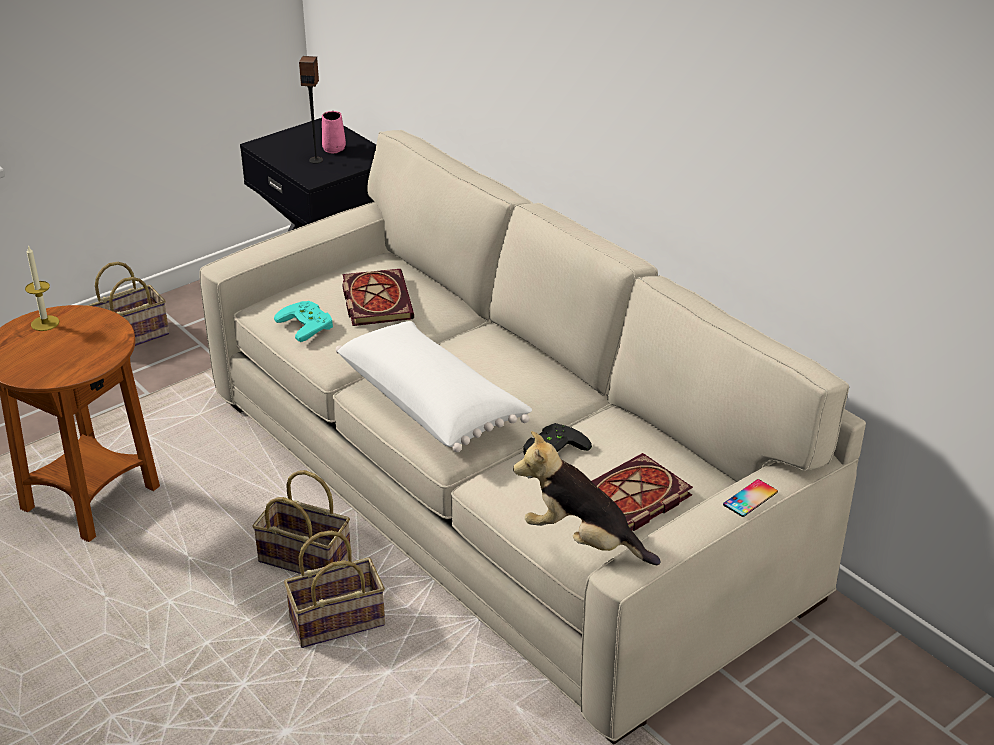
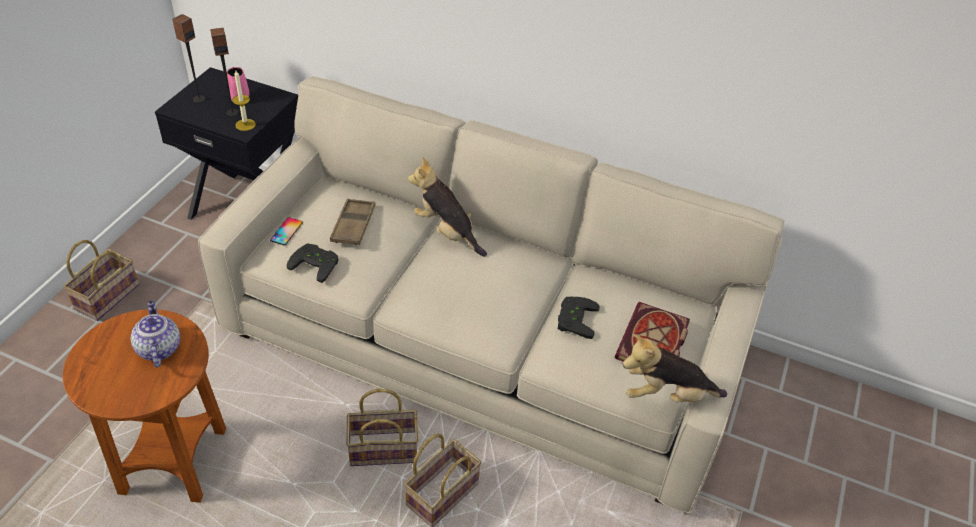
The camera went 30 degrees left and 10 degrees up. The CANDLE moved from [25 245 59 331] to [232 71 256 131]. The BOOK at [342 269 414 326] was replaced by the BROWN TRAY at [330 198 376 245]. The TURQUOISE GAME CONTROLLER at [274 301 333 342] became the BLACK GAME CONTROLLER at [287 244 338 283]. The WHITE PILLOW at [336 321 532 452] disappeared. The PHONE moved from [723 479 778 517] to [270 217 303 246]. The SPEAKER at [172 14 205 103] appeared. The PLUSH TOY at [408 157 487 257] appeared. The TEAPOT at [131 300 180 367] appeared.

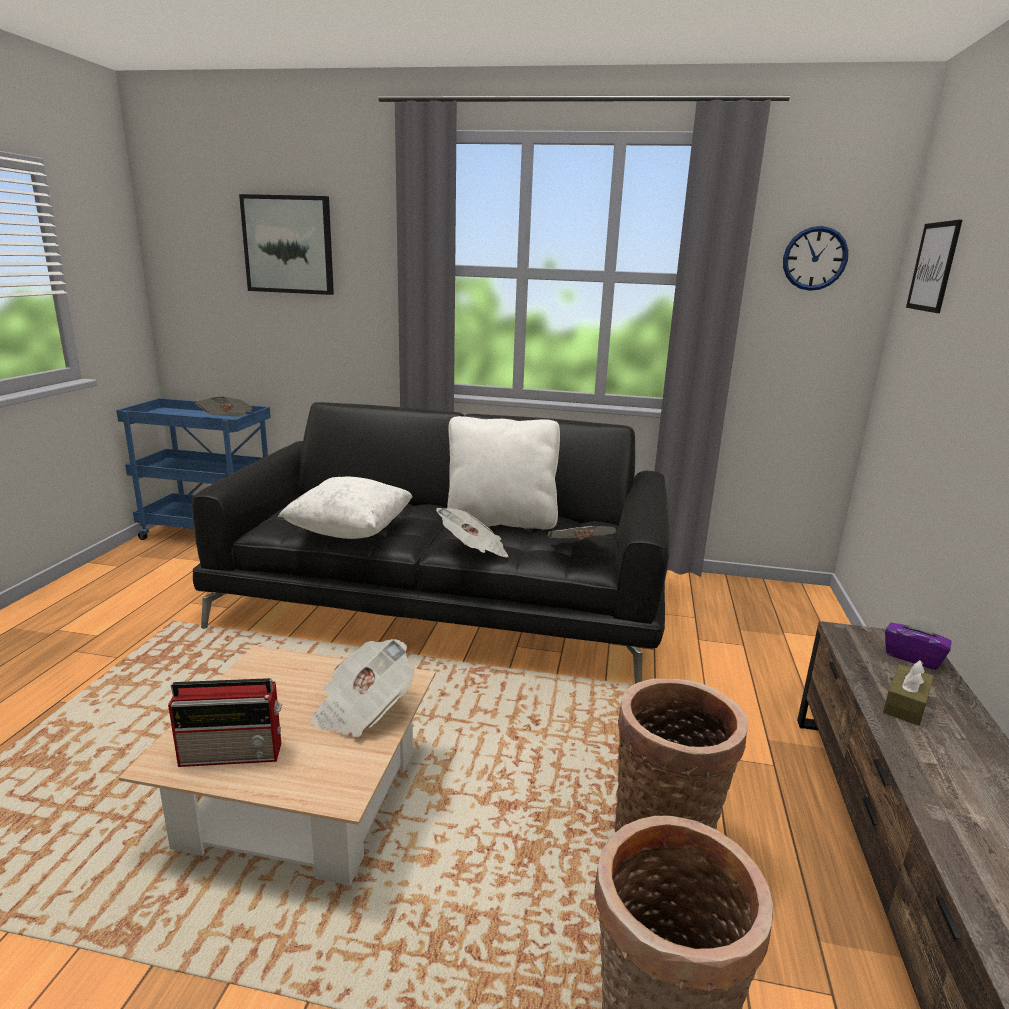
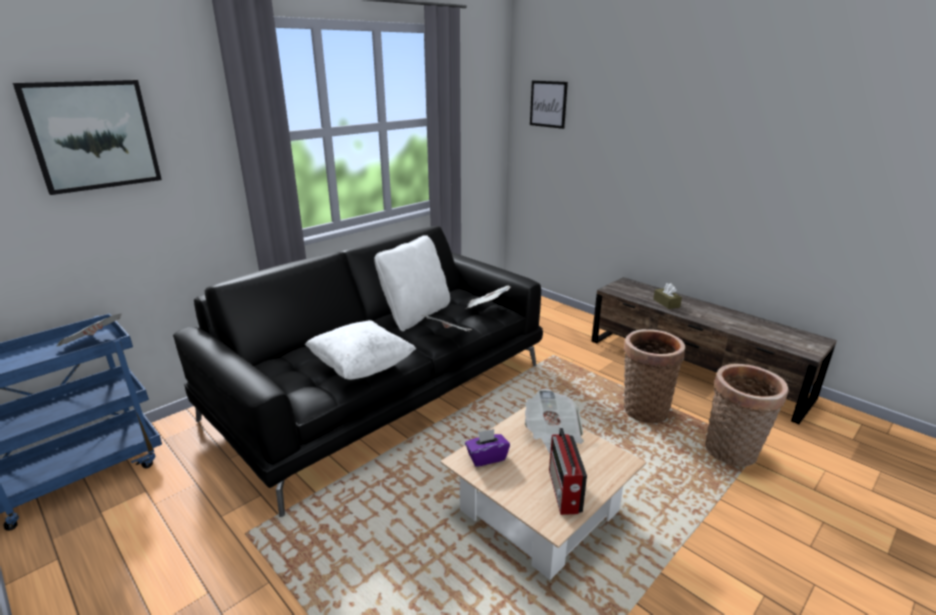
The camera went 55 degrees left and 5 degrees up. The WALL CLOCK at [783 226 848 291] disappeared. The PURPLE TISSUE BOX moved from [885 613 952 670] to [465 429 510 467]. The RADIO at [168 678 282 767] turned 150 degrees clockwise.

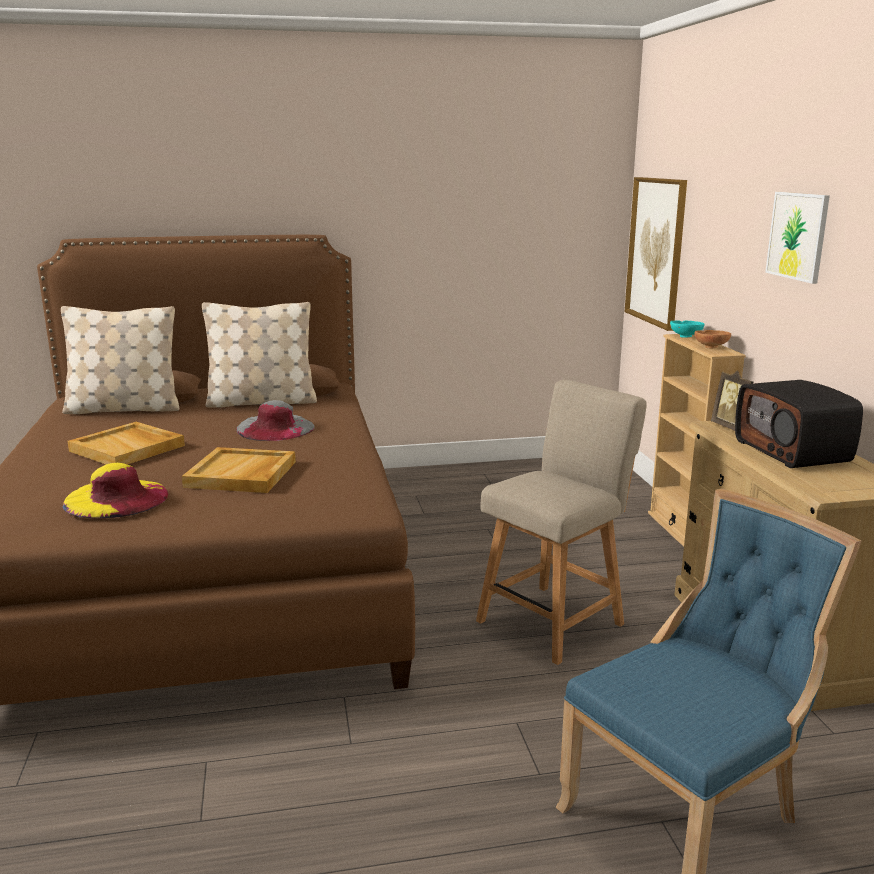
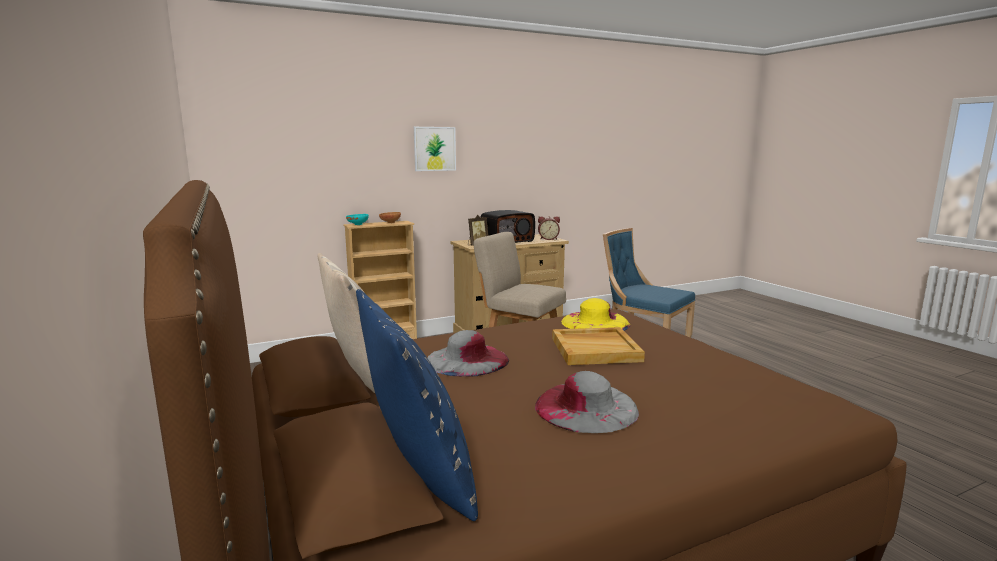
The camera went 105 degrees left and 5 degrees down. The PICTURE at [625 177 687 331] disappeared. The BEIGE PILLOW at [61 306 179 414] became the BLUE PILLOW at [356 289 478 521]. The BEIGE TRAY at [67 422 185 464] was replaced by the GREY HAT at [535 371 639 433]. The YELLOW HAT moved from [63 463 168 518] to [561 298 630 331]. The ALARM CLOCK at [538 216 560 240] appeared.

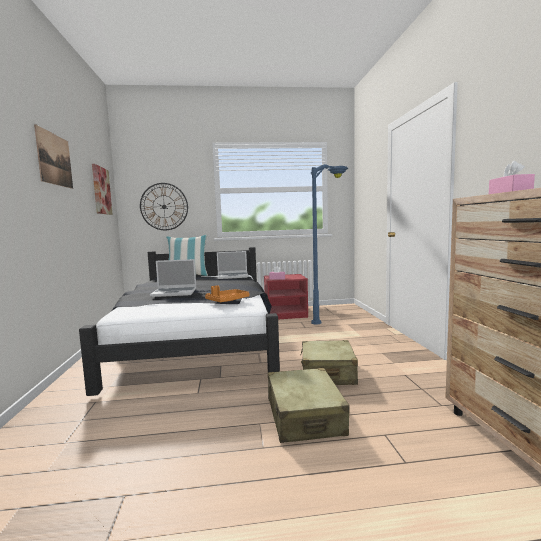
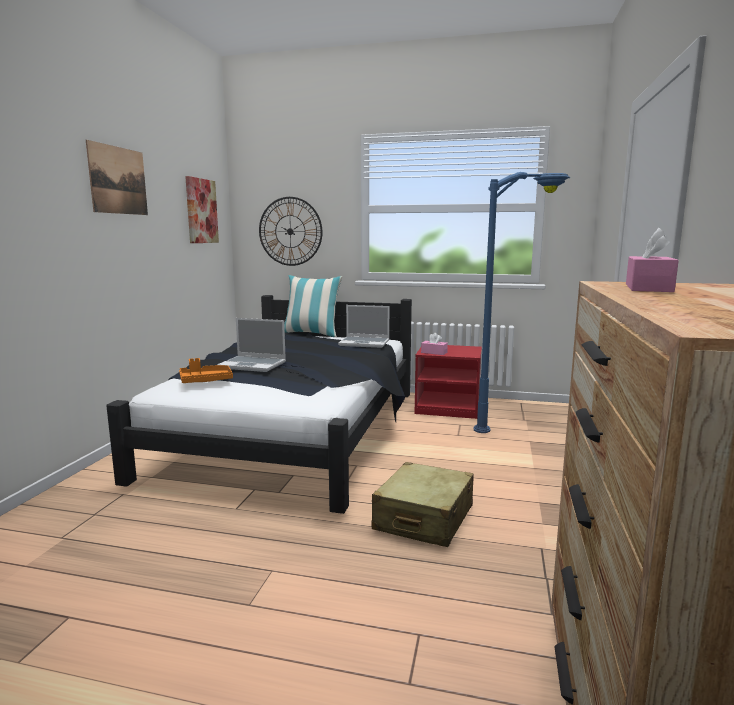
The camera went 20 degrees right and 5 degrees up. The ORANGE TRAY moved from [205 285 249 302] to [179 358 233 383]. The BEIGE SUITCASE at [268 368 350 443] disappeared.

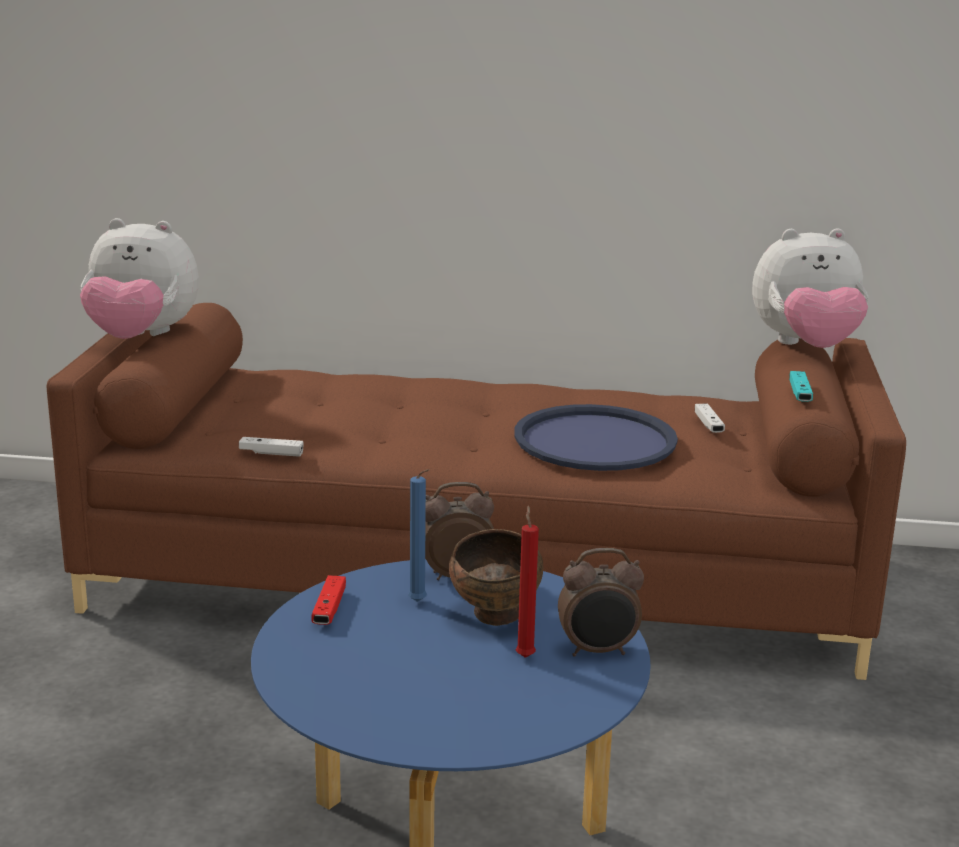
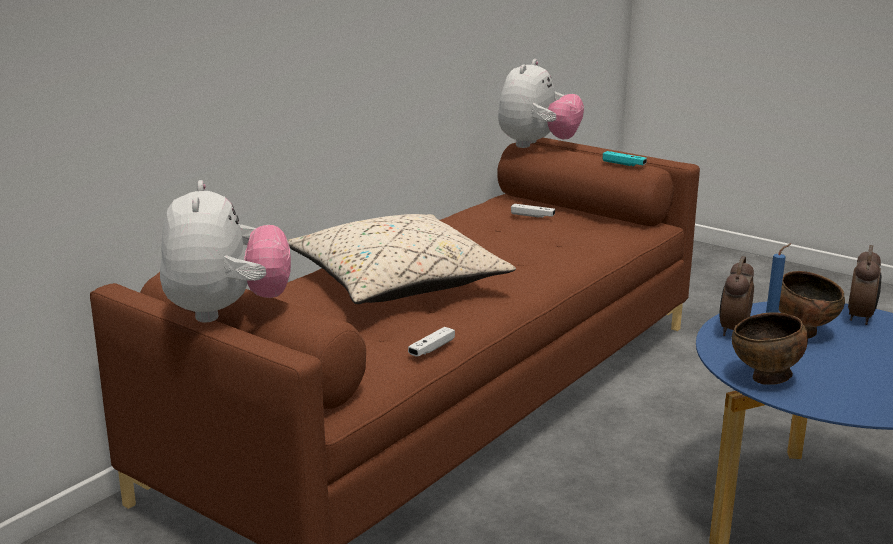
The camera went 60 degrees left and 0 degrees up. The PLUSH TOY at [80 218 199 339] turned 45 degrees counterclockwise. The BLUE TRAY at [514 404 678 471] disappeared. The RED CANDLE at [516 505 539 658] disappeared. The RED GAME CONTROLLER at [311 575 346 625] was replaced by the BROWN BOWL at [732 312 808 385]. The BEIGE PILLOW at [287 214 516 304] appeared.

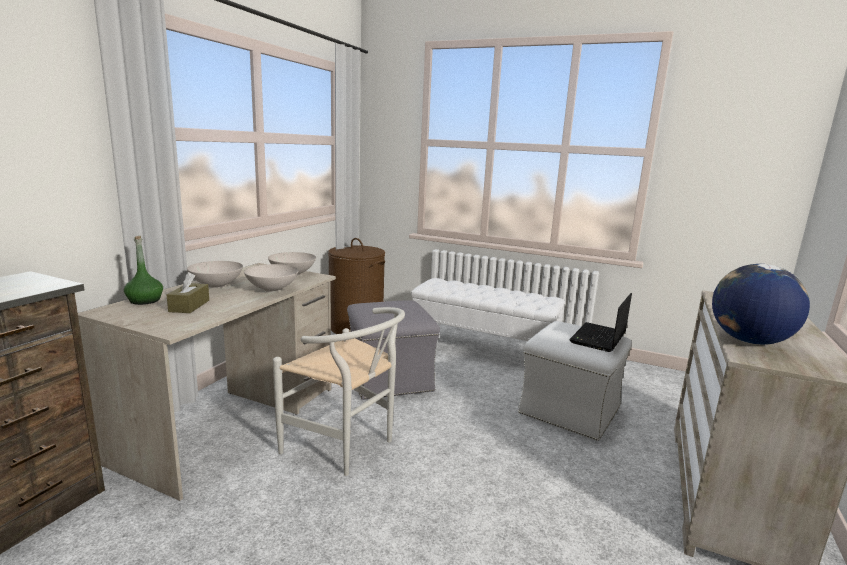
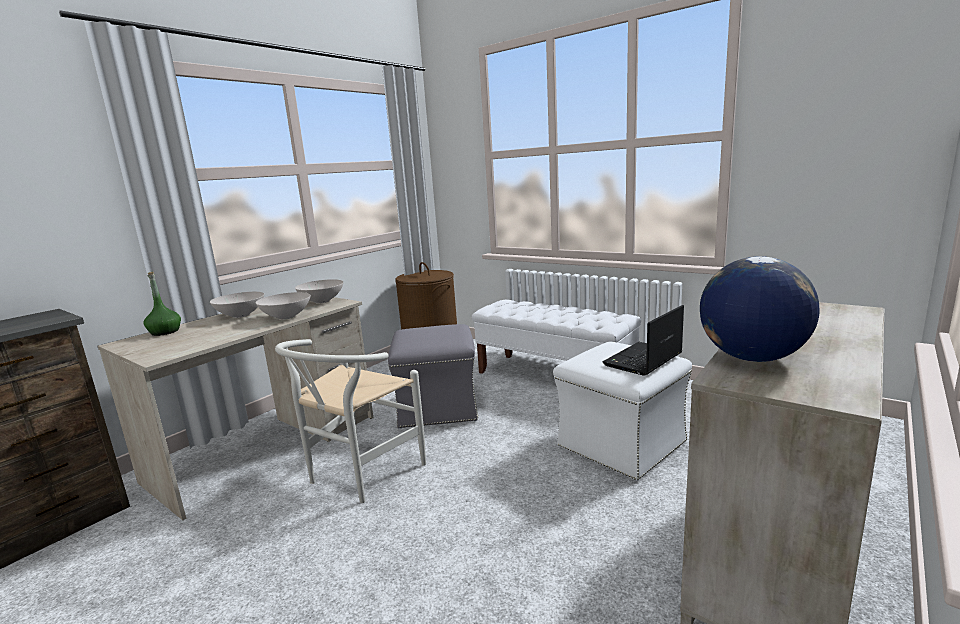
The camera went 15 degrees right and 0 degrees up. The BROWN TISSUE BOX at [167 272 209 313] disappeared. The WHITE CHAIR at [273 307 405 476] turned 75 degrees clockwise.

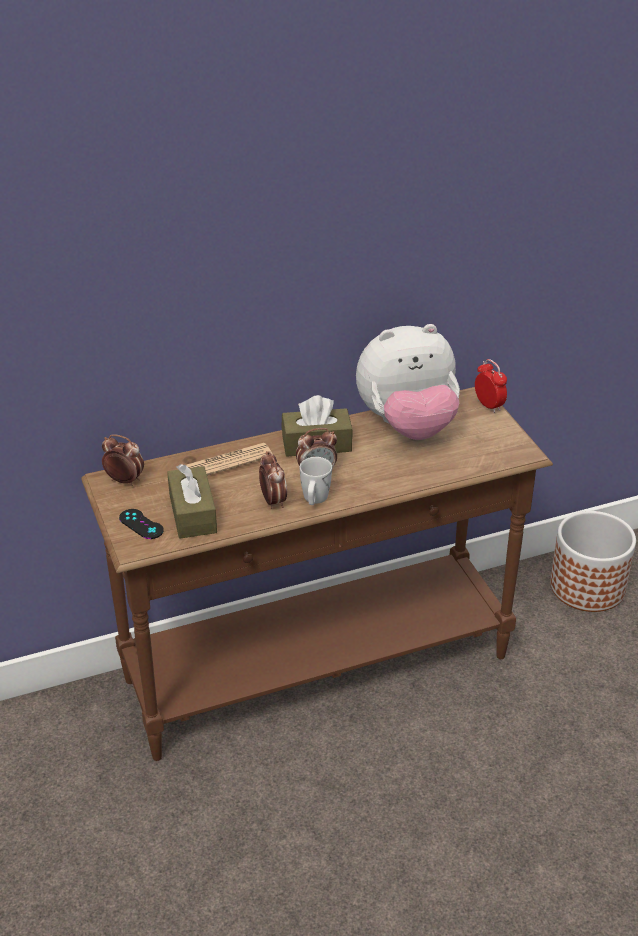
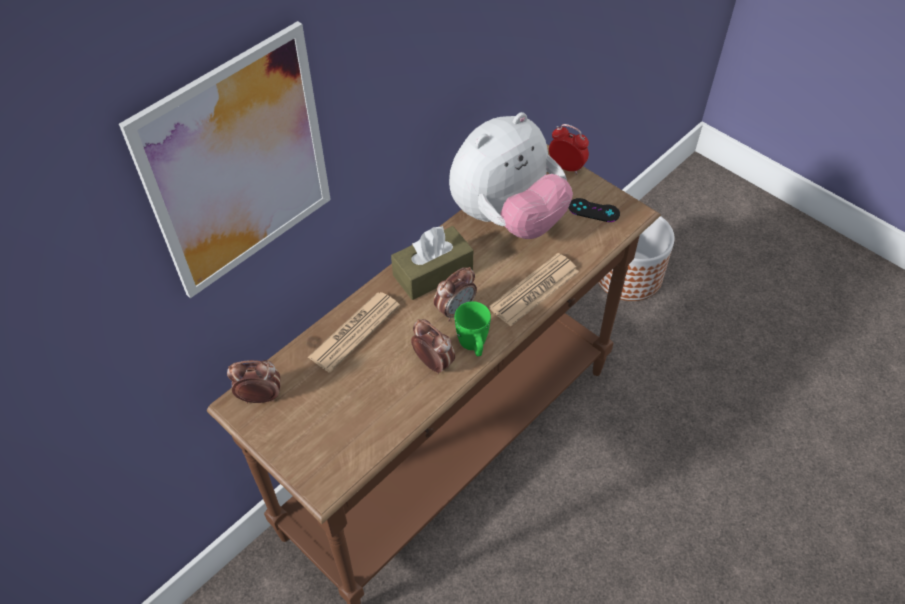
The camera went 25 degrees left and 15 degrees up. The WHITE MUG at [300 457 332 505] became the GREEN MUG at [455 301 491 356]. The BROWN TISSUE BOX at [167 464 217 539] disappeared. The BLACK GAME CONTROLLER moved from [119 509 164 539] to [569 198 620 222]. The PICTURE at [119 21 331 298] appeared. The NEWSPAPER at [489 253 579 327] appeared.

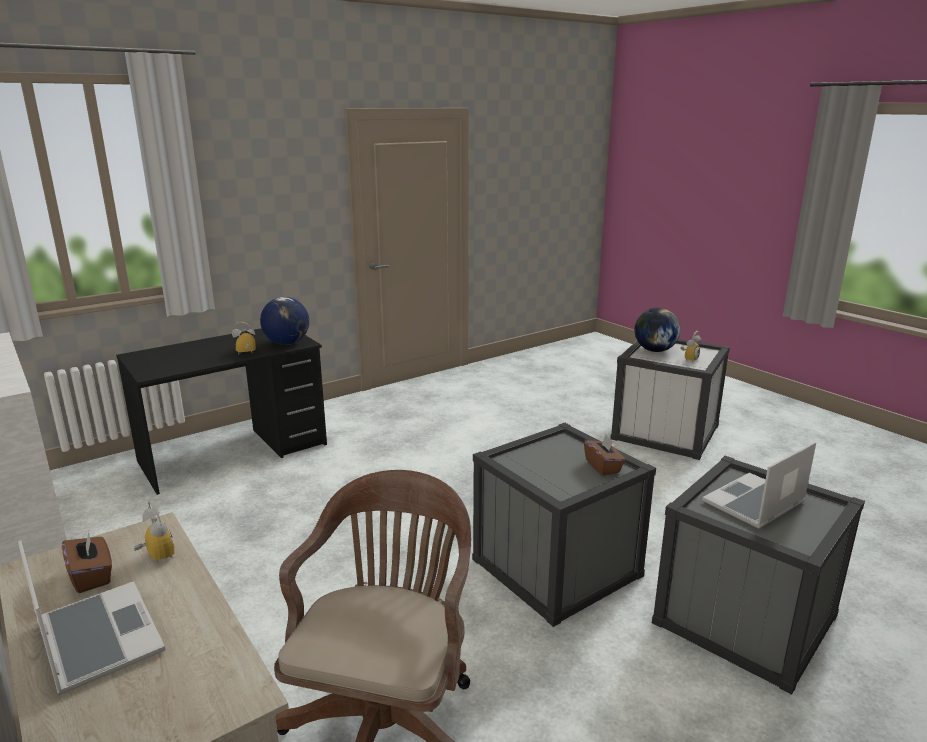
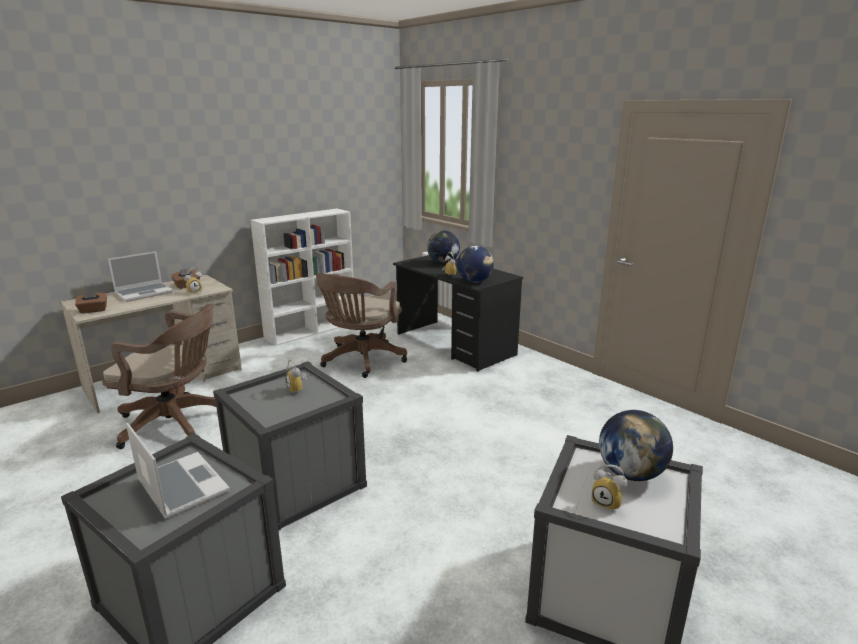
The camera went 85 degrees right and 0 degrees up. The BROWN TISSUE BOX moved from [584 435 625 476] to [75 291 107 314]. The GLOBE at [427 231 460 264] appeared. The BROWN OFFICE CHAIR at [316 273 407 378] appeared. The ALARM CLOCK at [285 359 307 394] appeared.

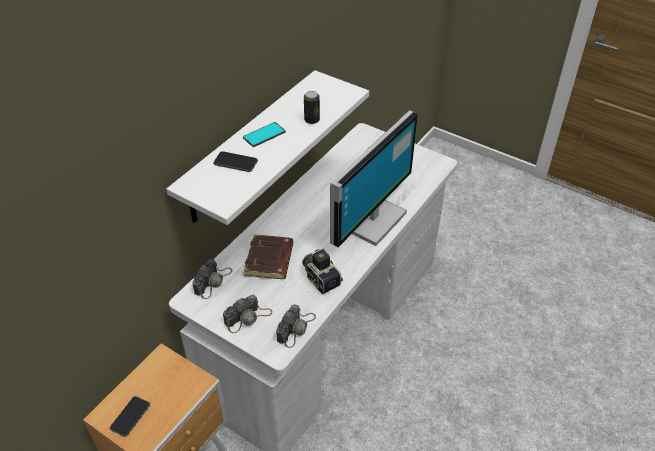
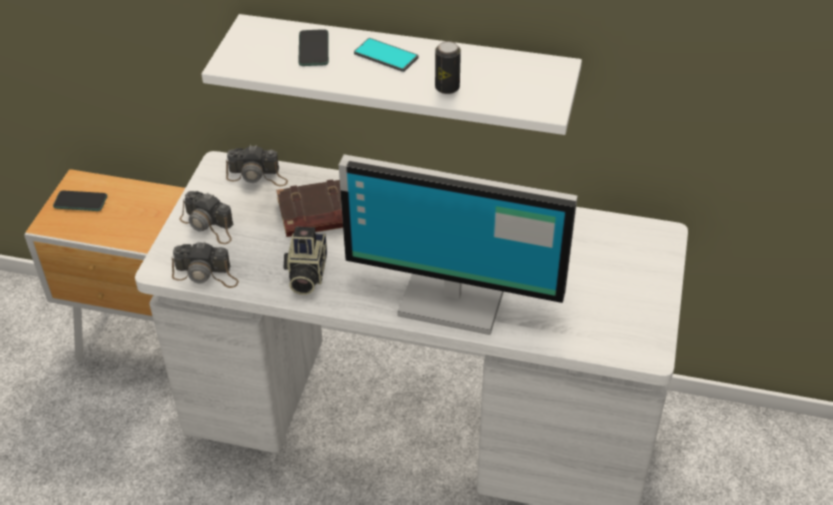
The camera went 70 degrees right and 0 degrees up. The PHOTO CAMERA at [302 248 343 295] turned 150 degrees clockwise.

